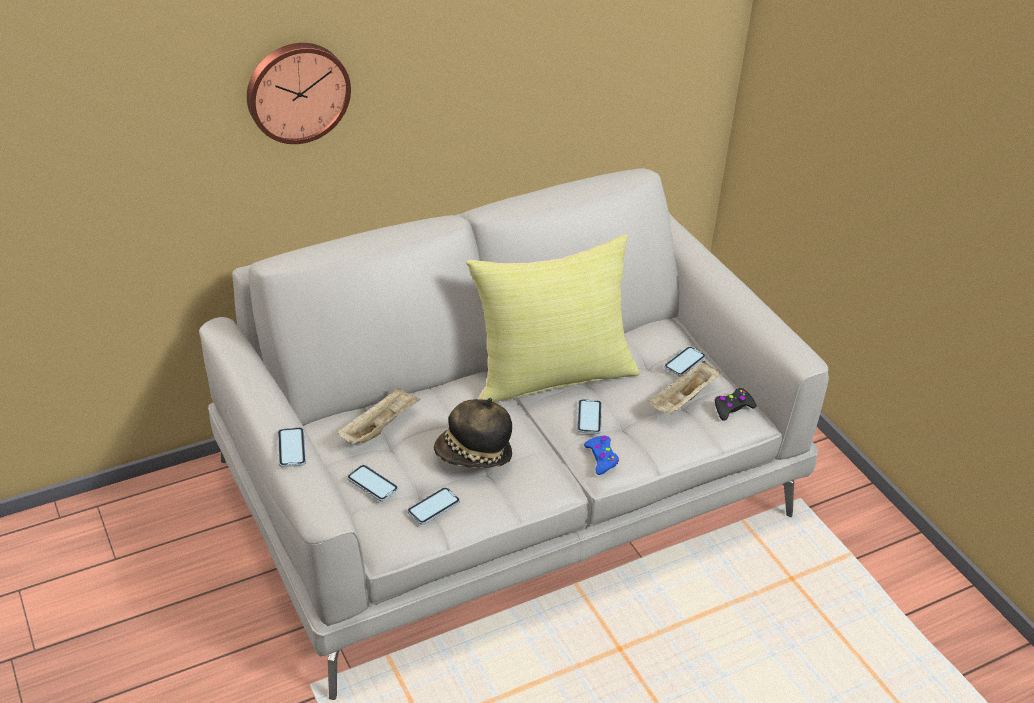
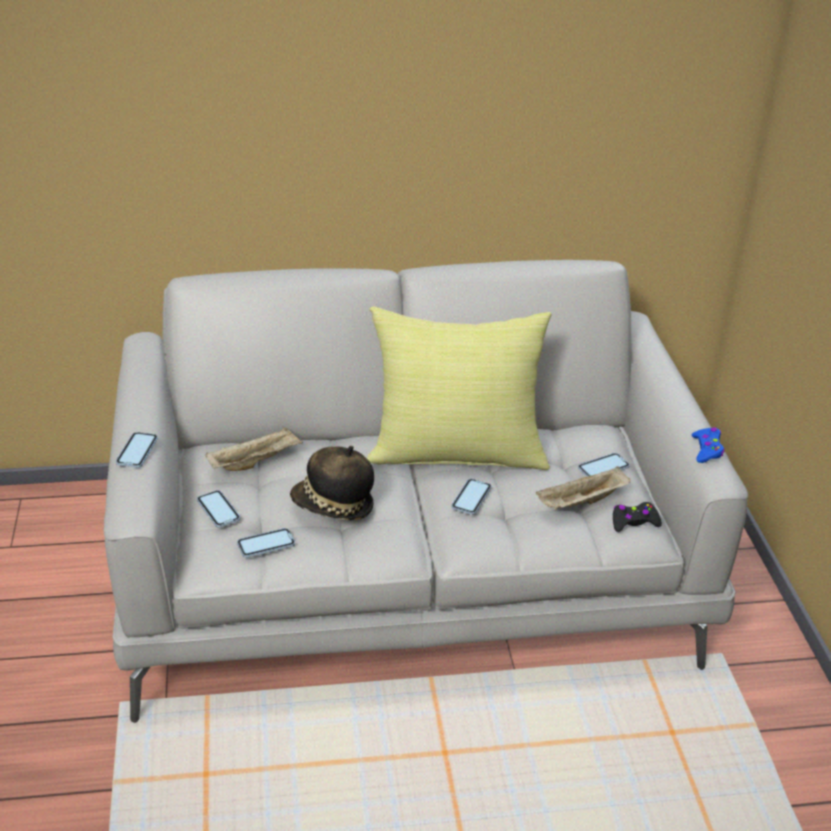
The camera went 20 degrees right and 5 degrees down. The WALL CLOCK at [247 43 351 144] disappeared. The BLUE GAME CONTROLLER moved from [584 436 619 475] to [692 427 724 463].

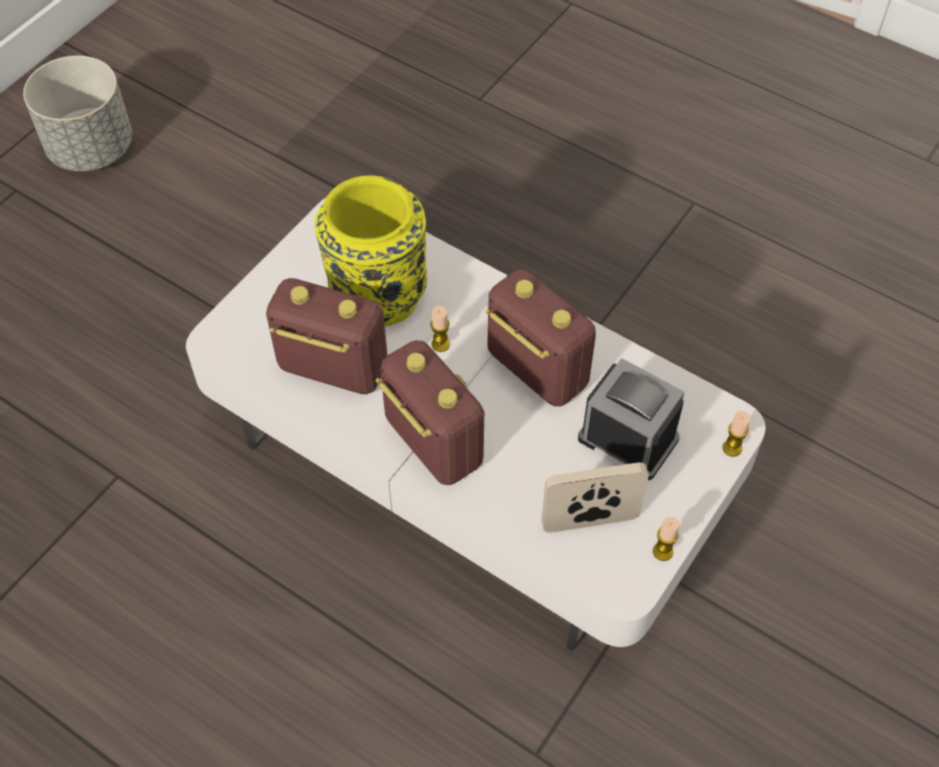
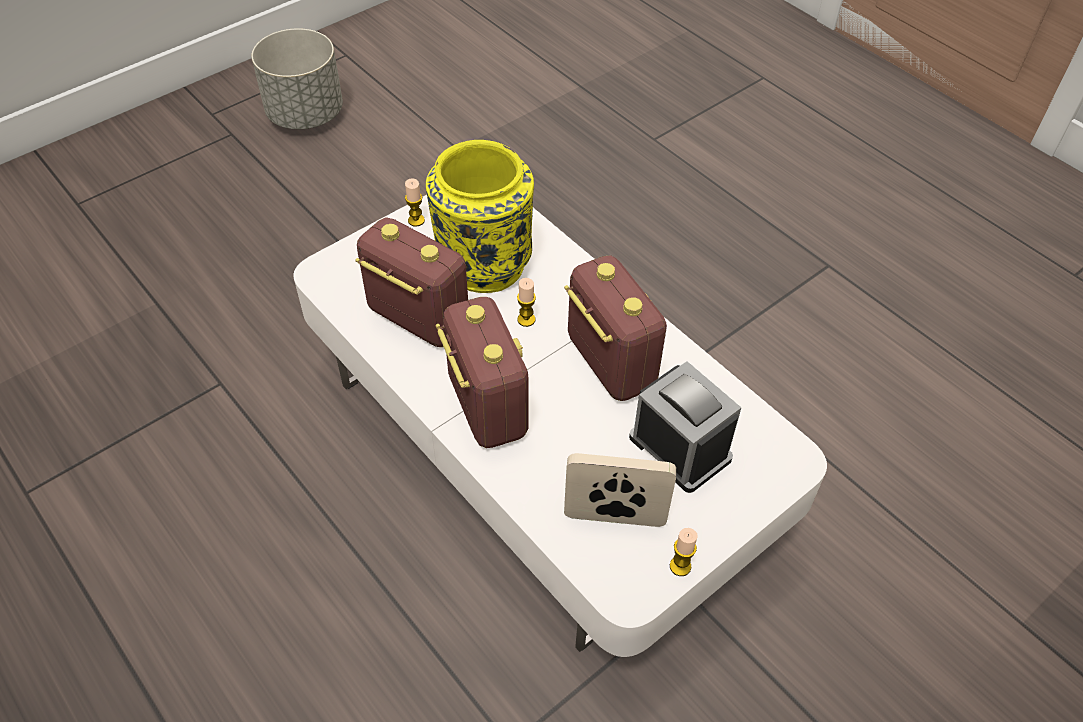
The camera went 15 degrees right and 5 degrees down. The CANDLE moved from [723 411 751 457] to [405 178 425 227].

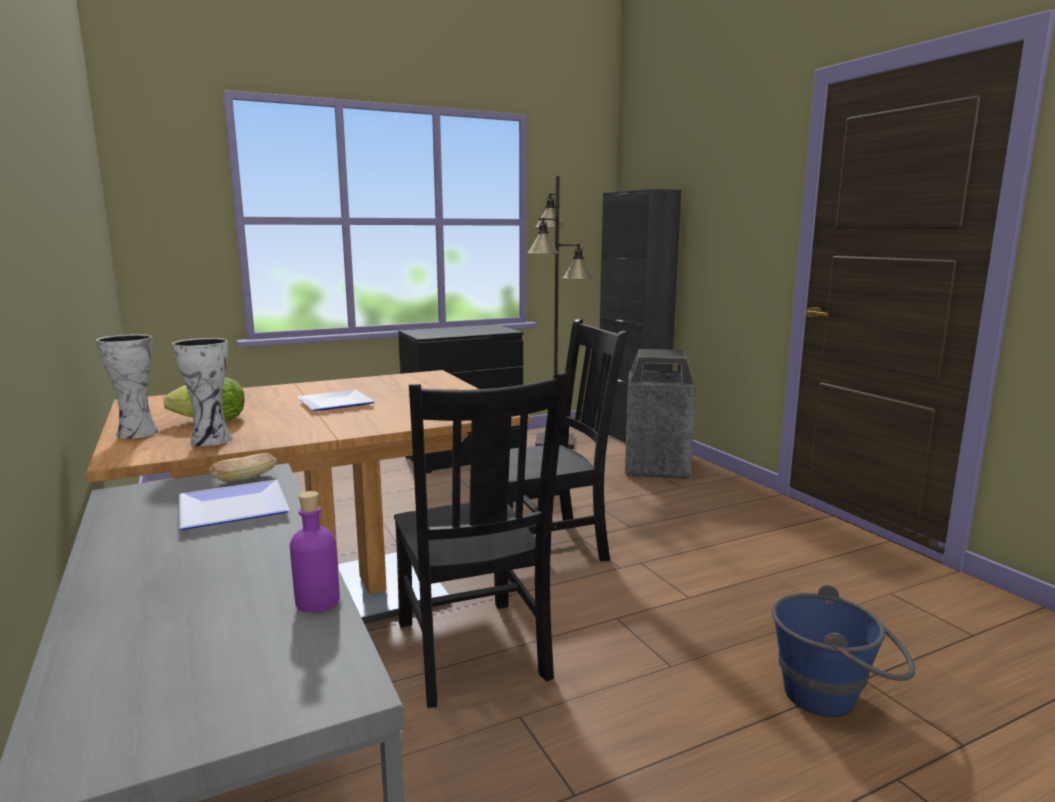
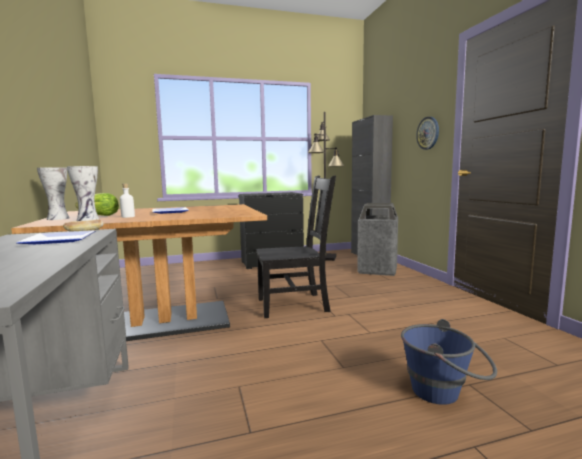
The camera went 10 degrees right and 5 degrees down. The BLACK CHAIR at [394 373 568 708] disappeared. The PURPLE BOTTLE at [290 491 340 613] disappeared. The WALL CLOCK at [416 117 439 150] appeared. The WHITE BOTTLE at [120 184 135 218] appeared.

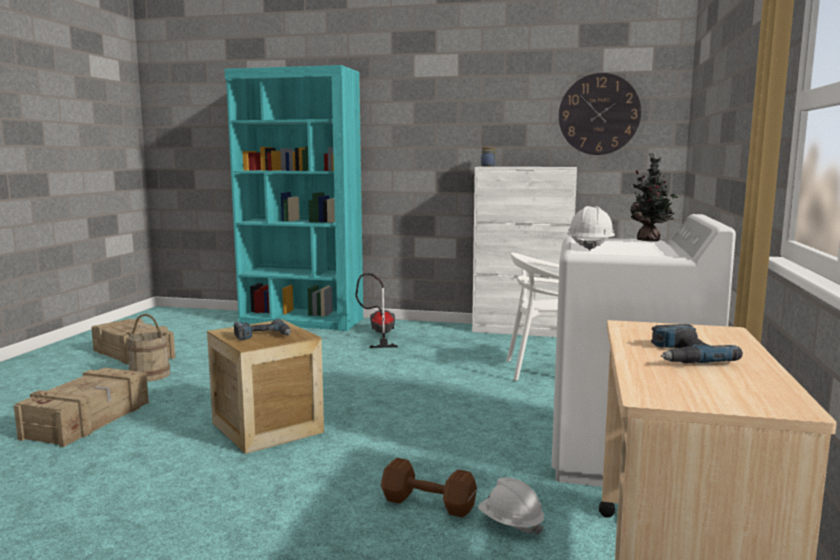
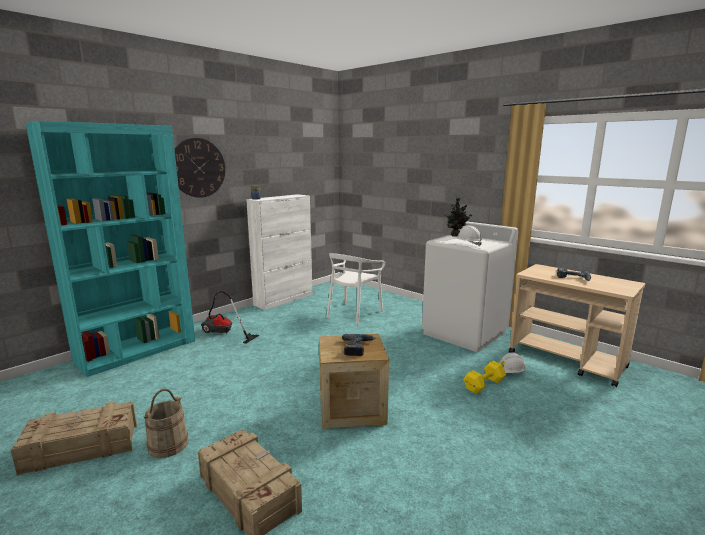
The camera went 60 degrees left and 5 degrees up. The WALL CLOCK moved from [559 73 641 155] to [174 138 225 198]. The BROWN DUMBBELL at [381 458 477 518] became the YELLOW DUMBBELL at [463 361 506 394].

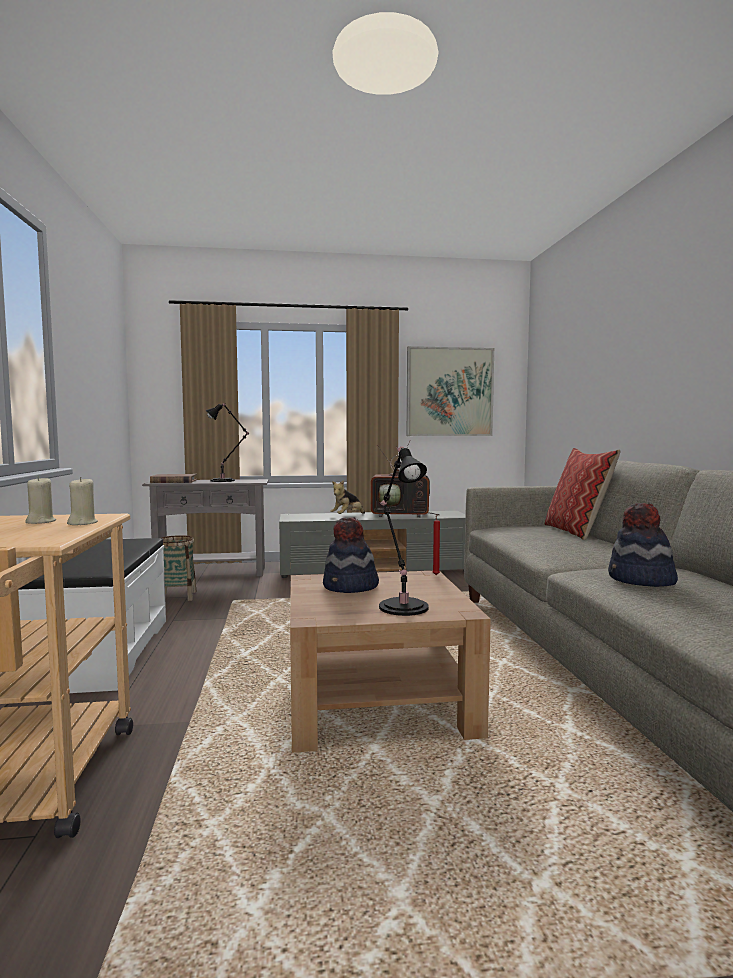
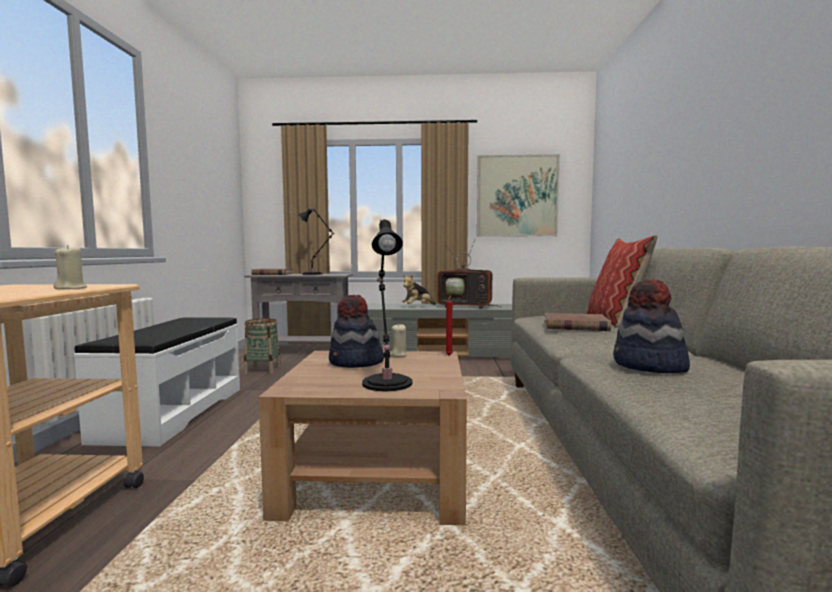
The camera went 10 degrees right and 0 degrees up. The BEIGE CANDLE moved from [25 476 56 524] to [390 324 408 357]. The BROWN BOOK at [544 313 611 331] appeared.

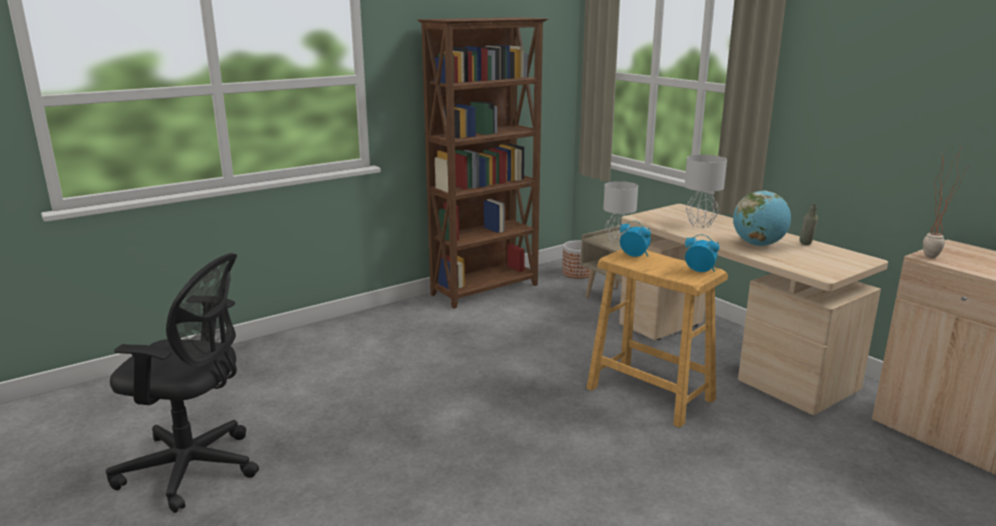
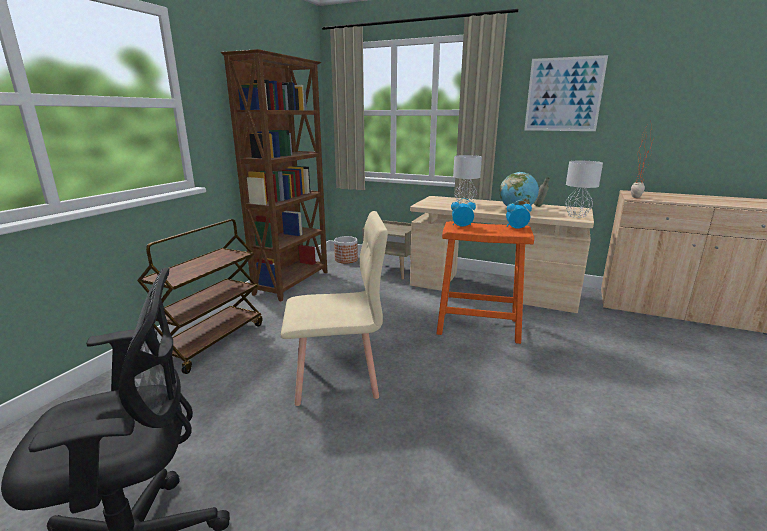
The camera went 30 degrees left and 0 degrees up. The GREY TABLE LAMP moved from [603 181 638 244] to [565 161 603 218]. The BEIGE STOOL at [587 249 728 428] became the ORANGE STOOL at [436 221 534 344]. The PICTURE at [524 55 608 131] appeared. The BEIGE CHAIR at [281 211 388 406] appeared. The BROWN CART at [137 219 263 374] appeared.

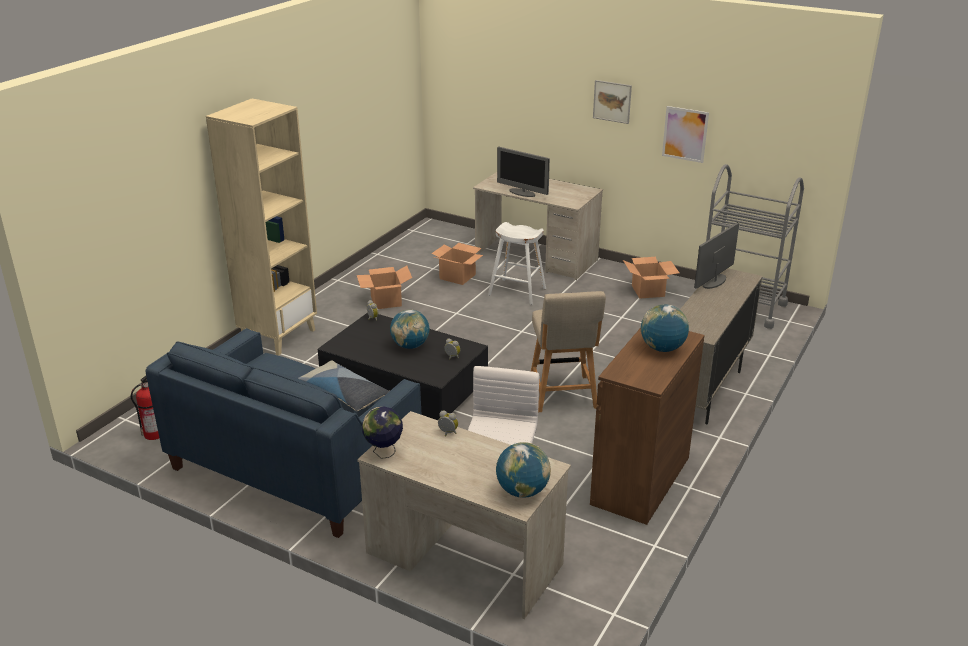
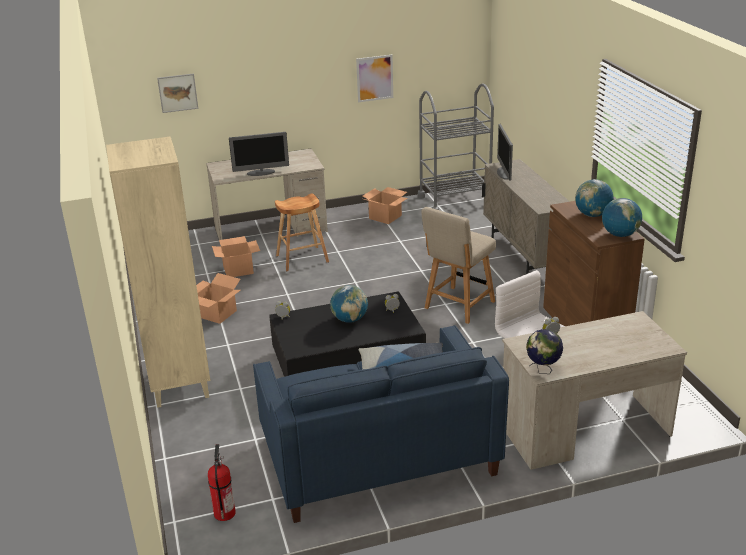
The camera went 45 degrees left and 0 degrees up. The PICTURE moved from [593 80 632 124] to [157 74 198 113]. The WHITE STOOL at [488 222 546 305] became the BROWN STOOL at [275 194 329 271]. The BEIGE CHAIR at [531 291 606 412] turned 90 degrees clockwise. The GLOBE moved from [496 442 551 498] to [602 198 642 237].

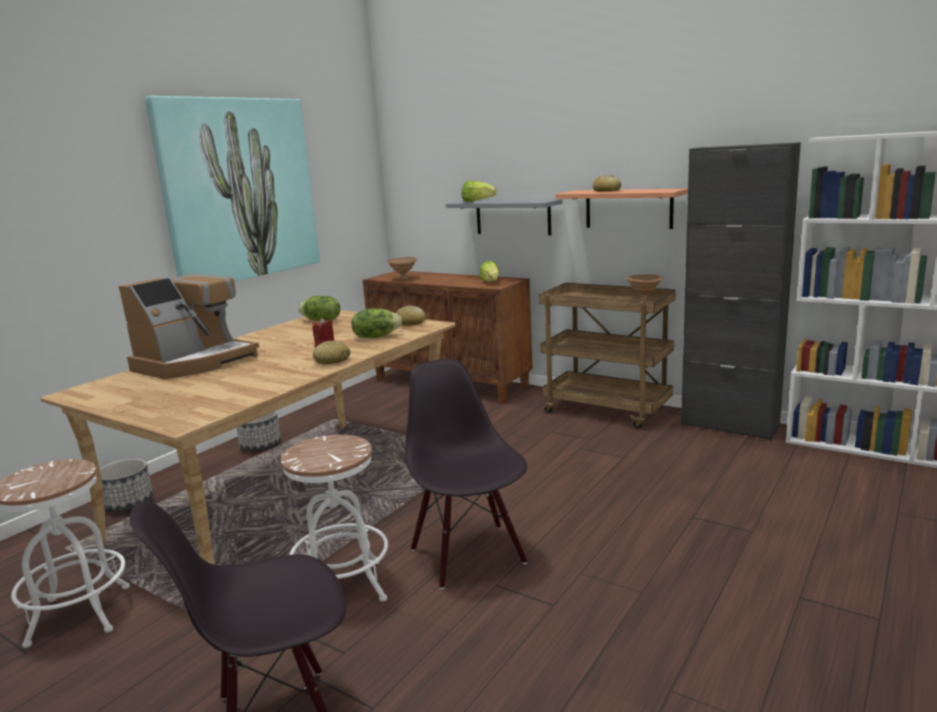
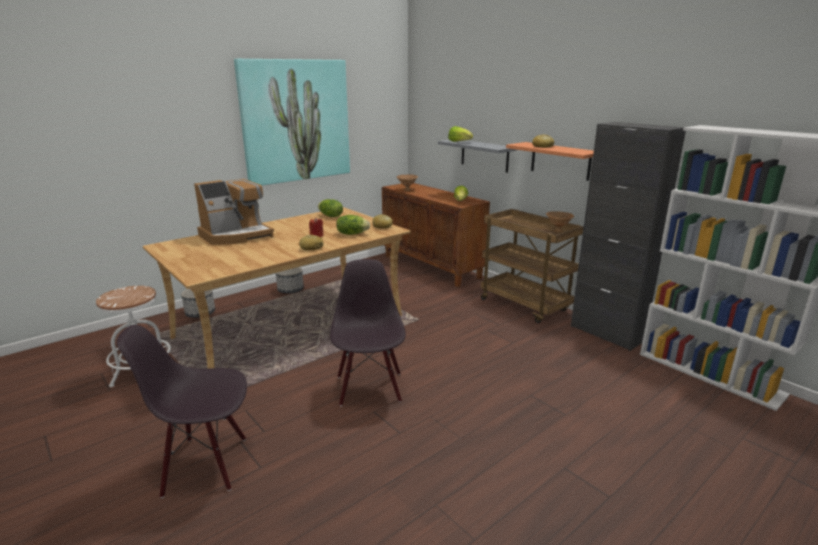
The camera went 15 degrees right and 5 degrees up. The WHITE STOOL at [281 435 388 601] disappeared.

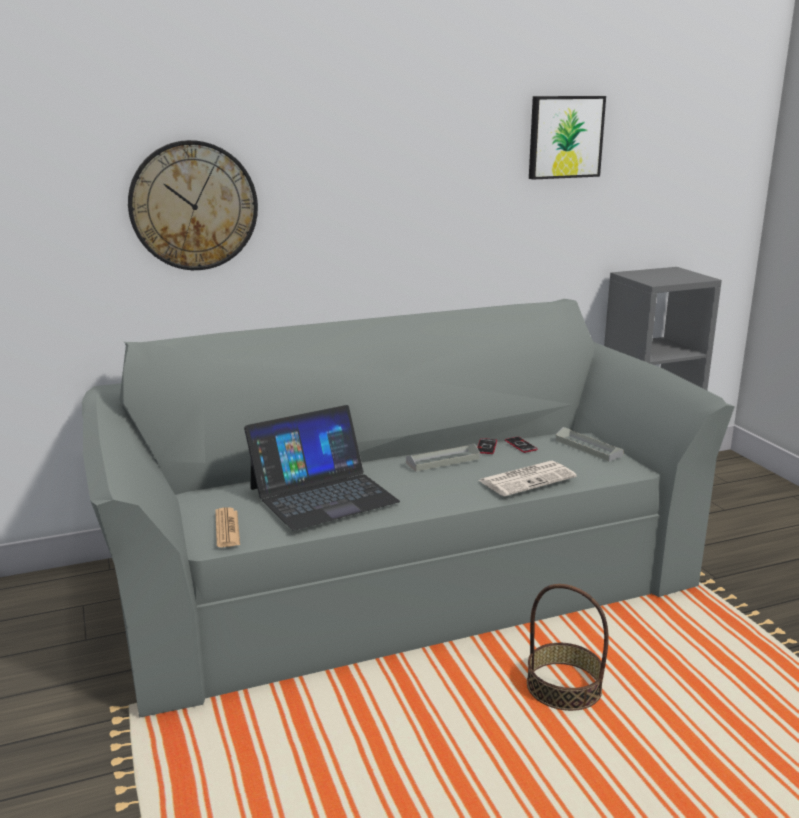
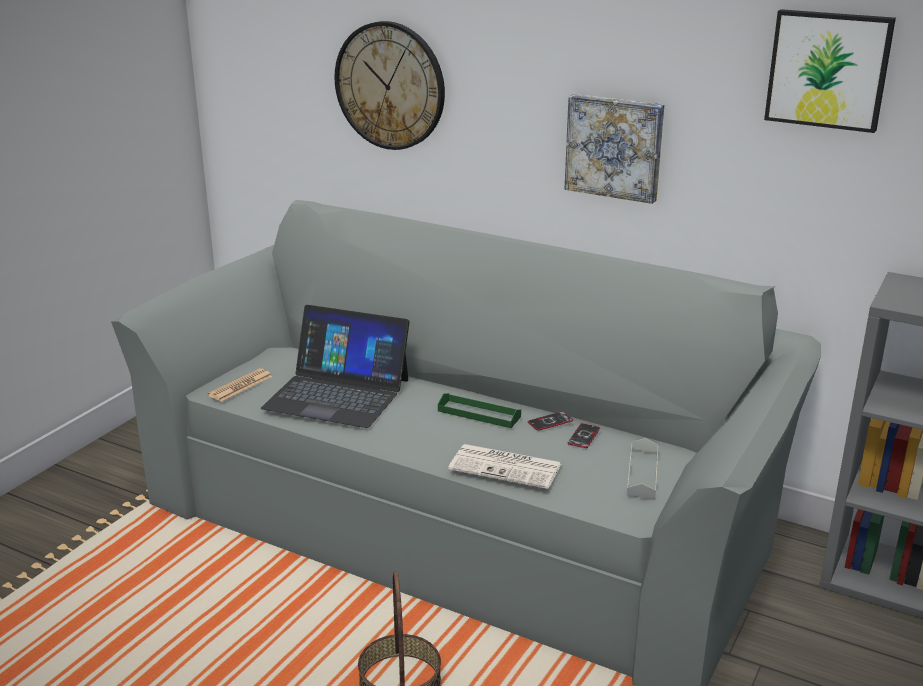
The camera went 50 degrees right and 5 degrees up. The GREY TRAY at [406 444 480 472] became the GREEN TRAY at [438 393 521 428]. The PICTURE at [565 94 664 204] appeared.

